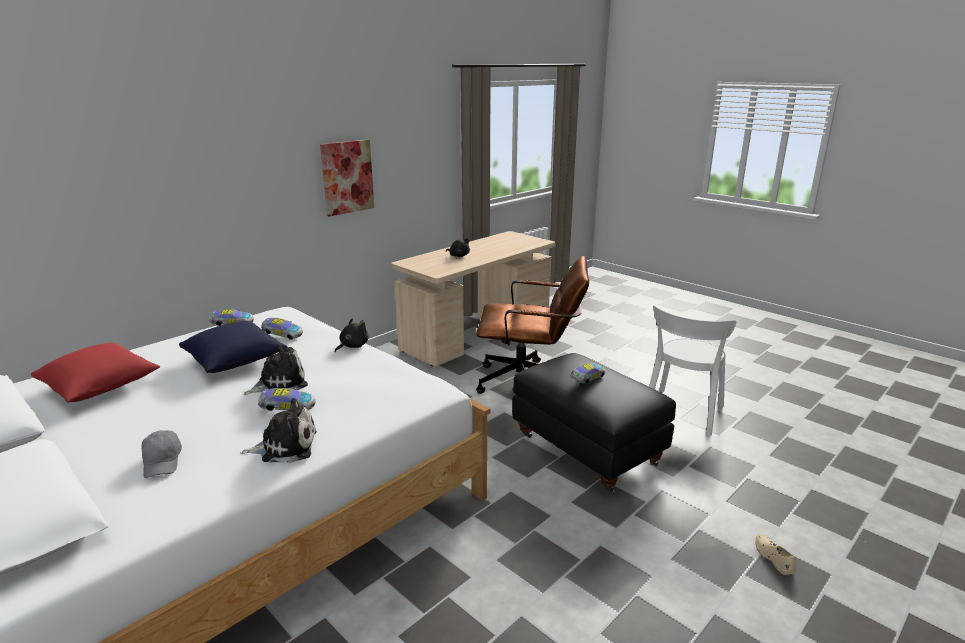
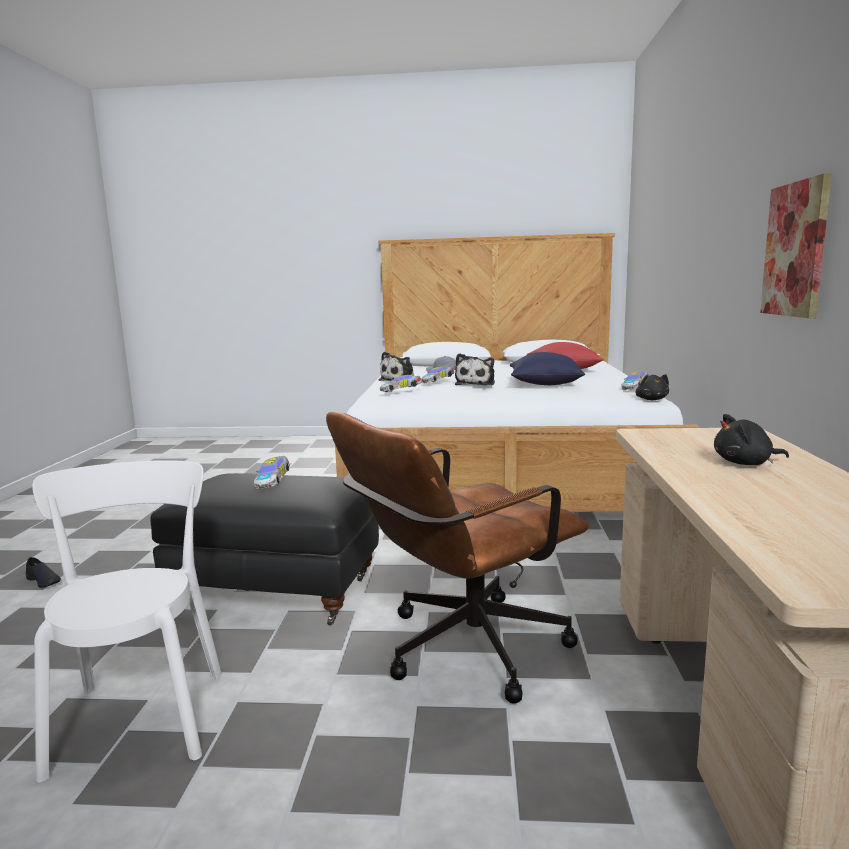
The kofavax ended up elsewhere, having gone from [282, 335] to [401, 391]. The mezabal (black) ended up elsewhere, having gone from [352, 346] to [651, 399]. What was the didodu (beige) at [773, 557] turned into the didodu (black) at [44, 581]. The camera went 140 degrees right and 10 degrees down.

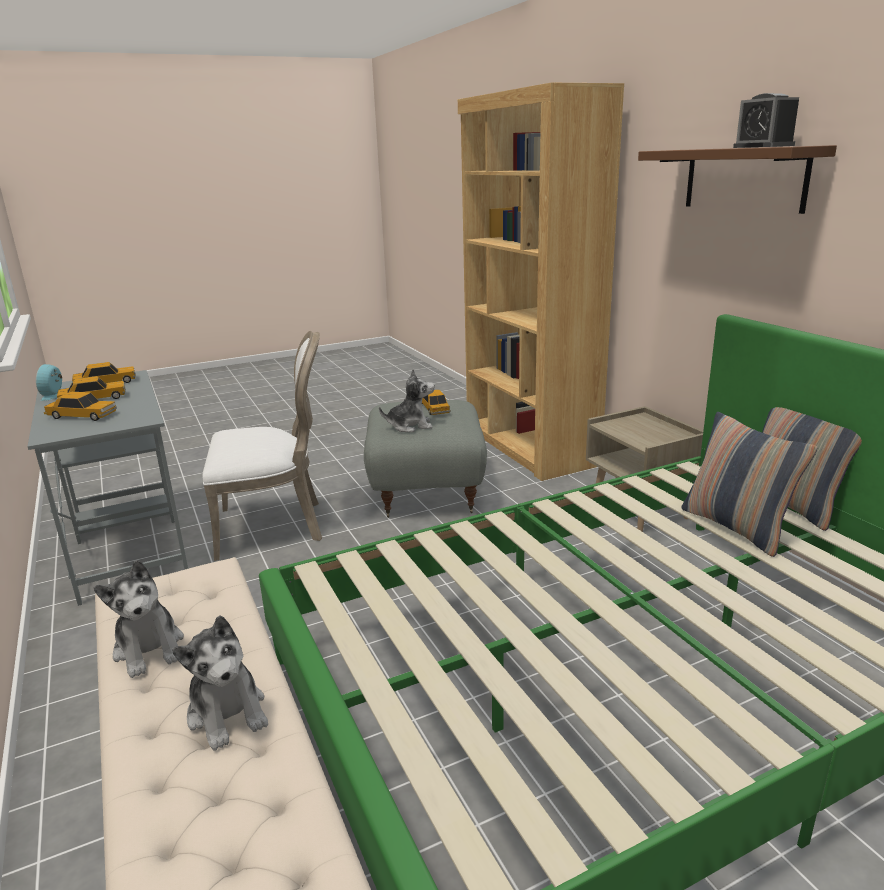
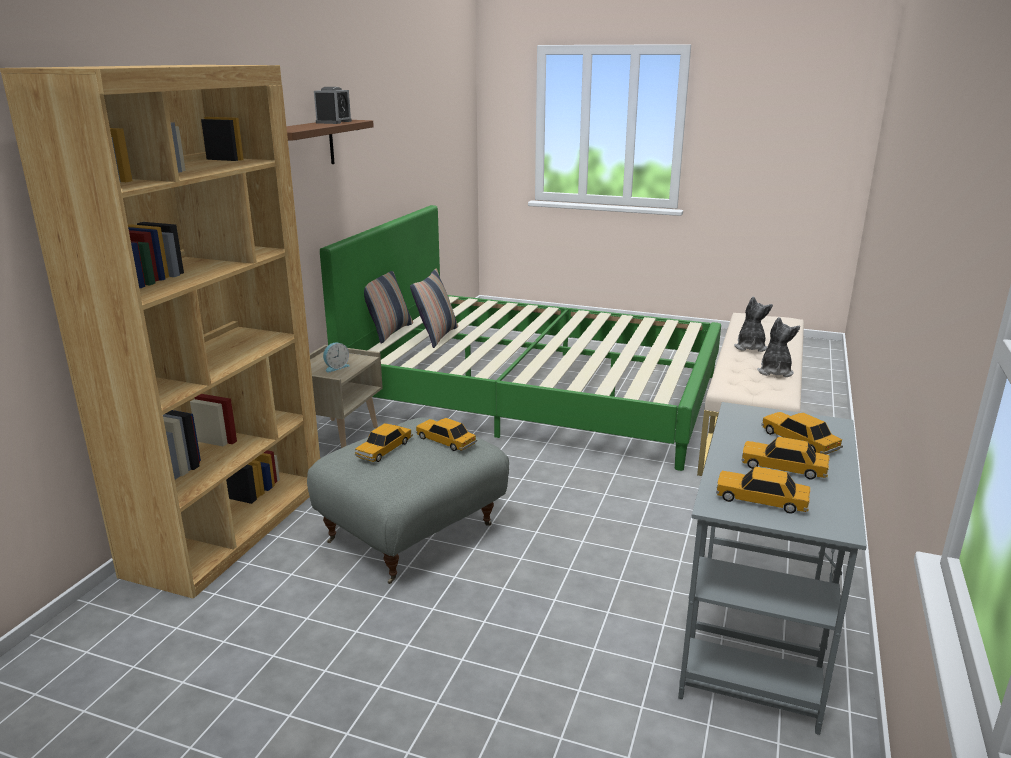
The second view lost the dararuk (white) at [275, 526]. The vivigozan ended up elsewhere, having gone from [55, 395] to [335, 367]. Where the mezabal stood at [410, 426], the kofavax came to stand at [445, 441]. The camera went 135 degrees left and 0 degrees up.

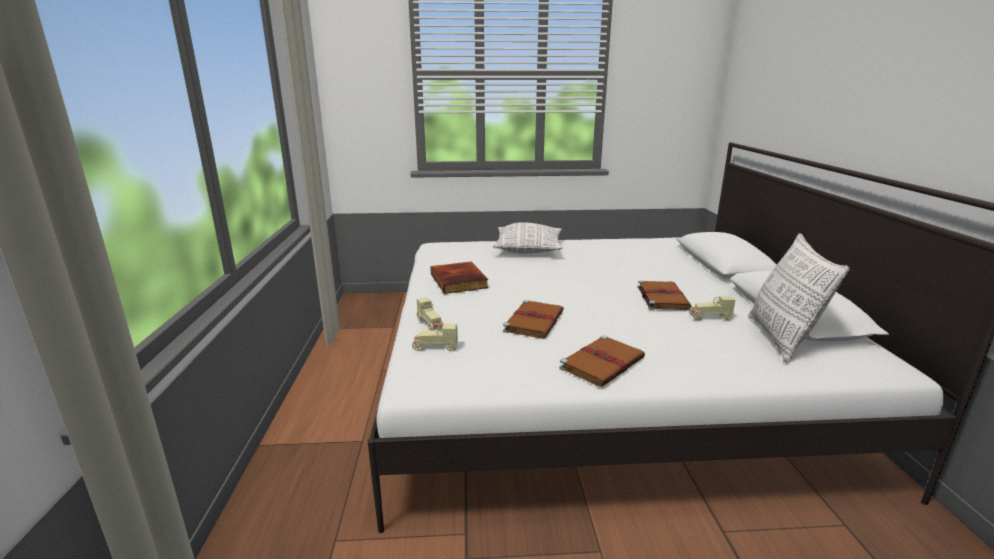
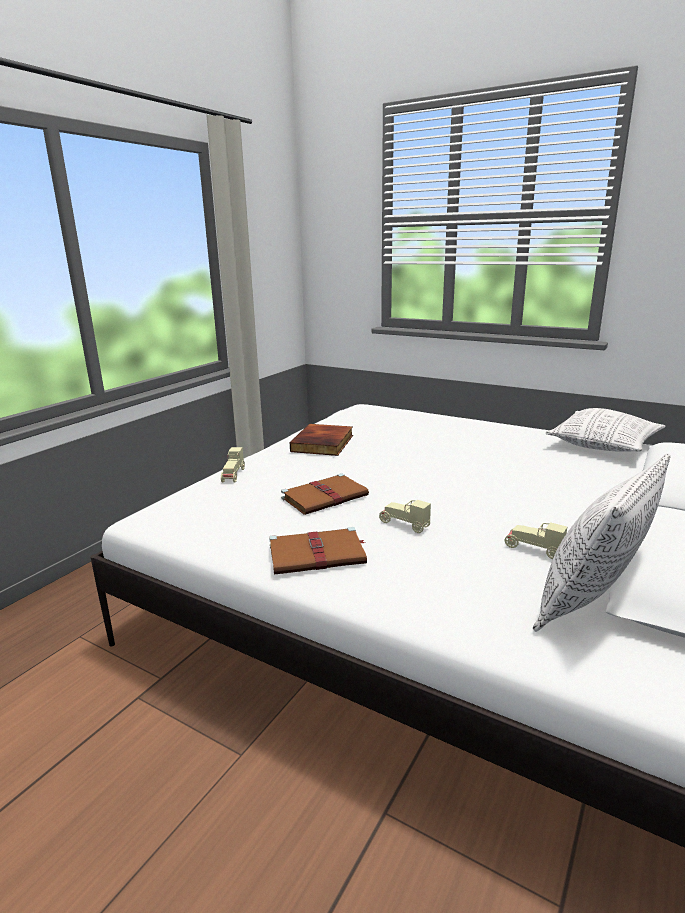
The second view lost the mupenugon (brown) at [662, 297]. The kofavax (beige) ended up elsewhere, having gone from [435, 348] to [403, 525]. The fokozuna ended up elsewhere, having gone from [528, 249] to [603, 445]. The camera went 35 degrees right and 0 degrees up.

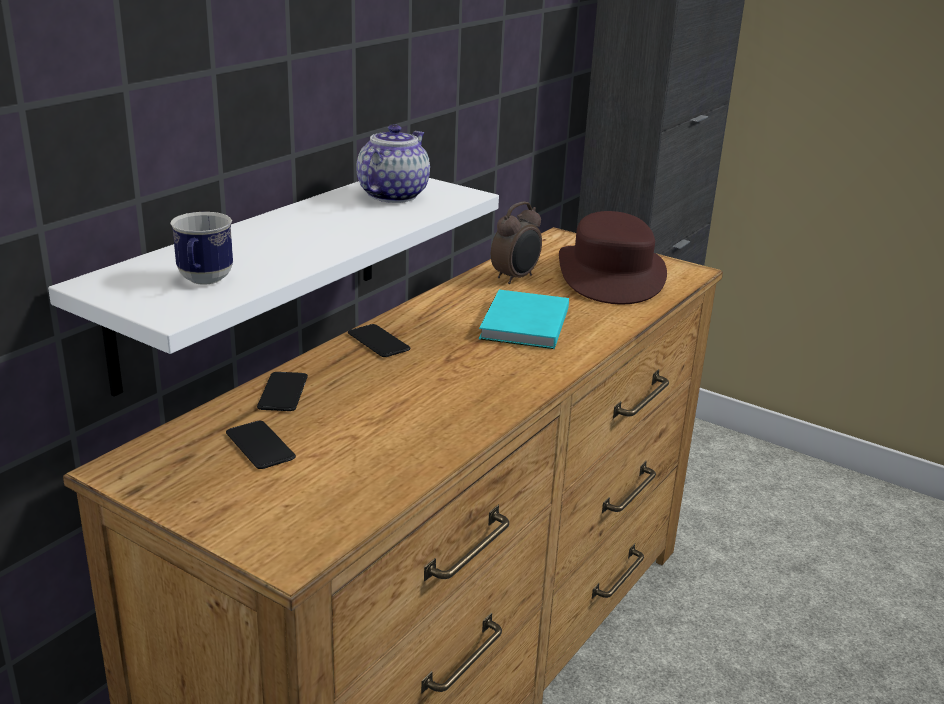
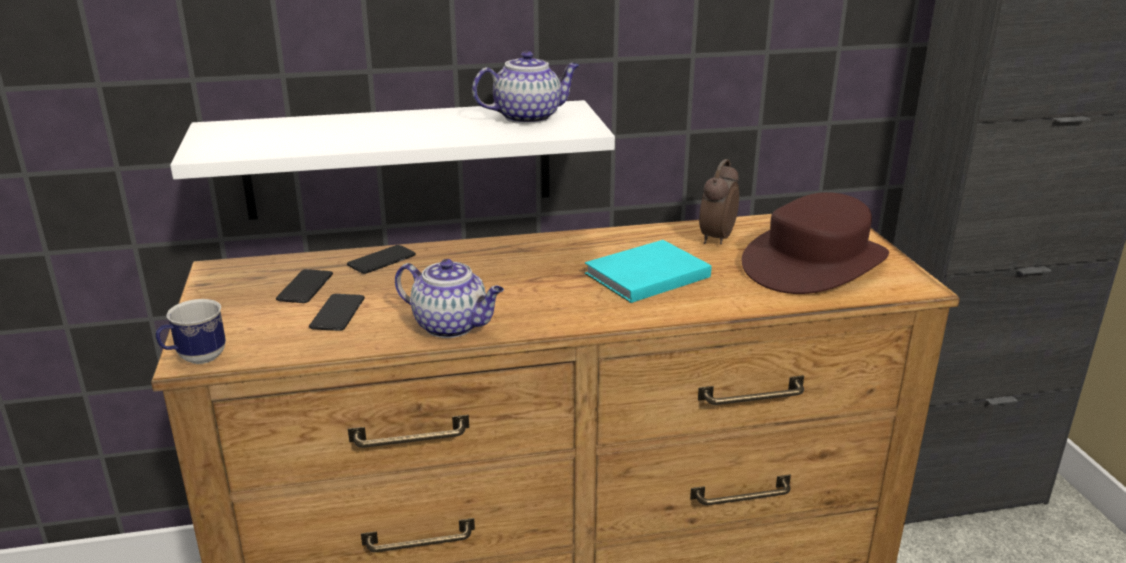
The second view gained the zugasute at [452, 326]. The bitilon ended up elsewhere, having gone from [203, 281] to [195, 359]. The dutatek ended up elsewhere, having gone from [378, 342] to [337, 313]. The vivigozan at [516, 278] ended up facing another way, 120 degrees clockwise from before. The camera went 45 degrees right and 0 degrees up.

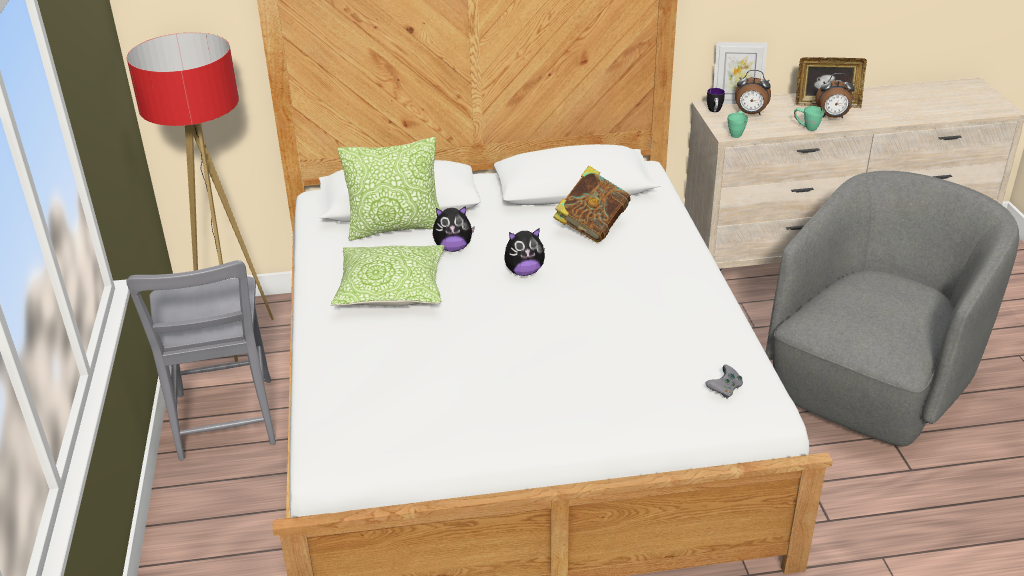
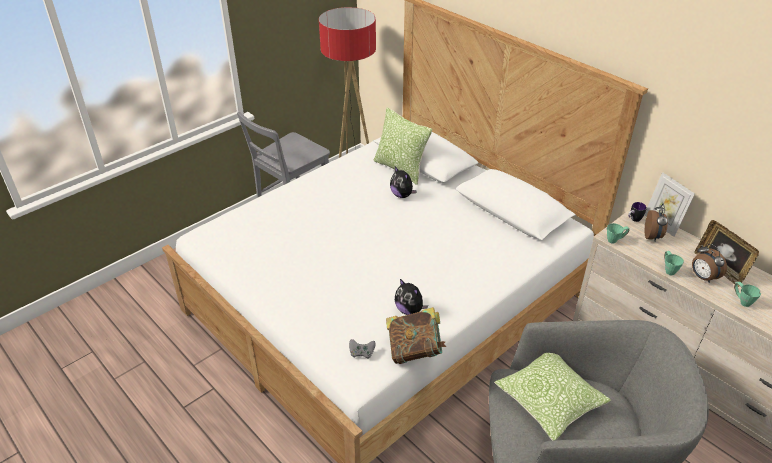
The second view gained the bitilon (green) at [741, 300]. The fokozuna ended up elsewhere, having gone from [391, 290] to [549, 401]. The mezabal ended up elsewhere, having gone from [524, 271] to [409, 310]. The mupenugon ended up elsewhere, having gone from [592, 227] to [415, 350]. The vivigozan at [750, 113] ended up facing another way, 150 degrees counterclockwise from before. The camera went 55 degrees right and 5 degrees up.

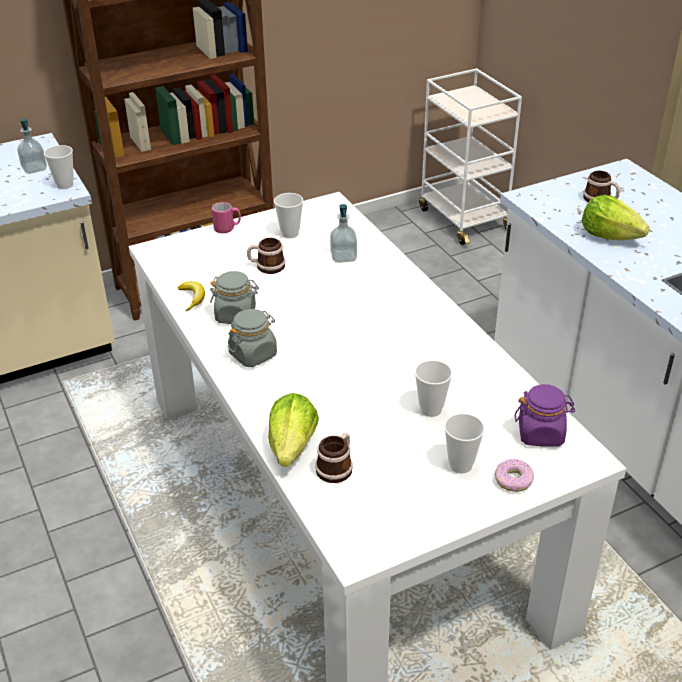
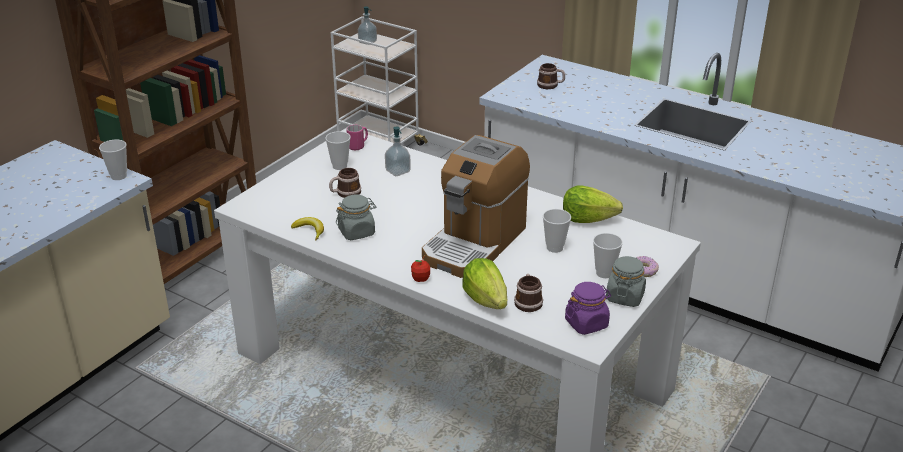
The second view gained the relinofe at [420, 279]. The second view gained the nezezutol at [474, 243]. The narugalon ended up elsewhere, having gone from [34, 168] to [367, 42]. The bitilon (pink) ended up elsewhere, having gone from [227, 228] to [358, 146]. The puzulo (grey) ended up elsewhere, having gone from [253, 354] to [625, 297]. The puzulo (purple) ended up elsewhere, having gone from [541, 433] to [586, 323]. The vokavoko ended up elsewhere, having gone from [609, 236] to [587, 219]. The camera went 30 degrees left and 5 degrees down.

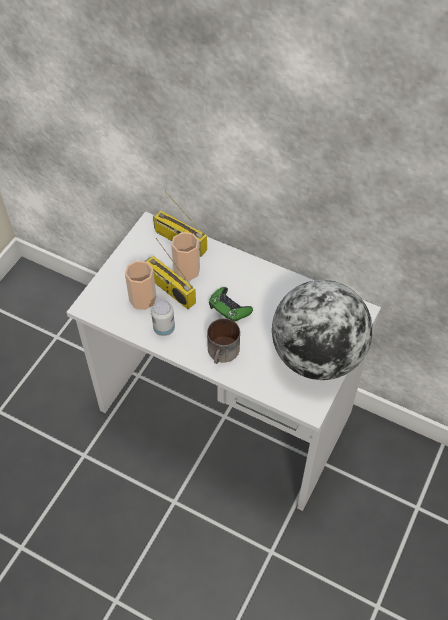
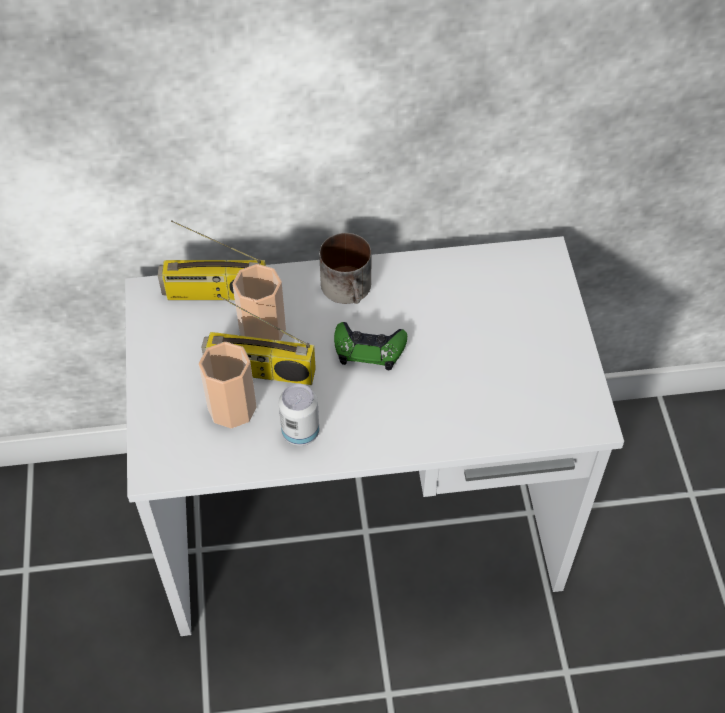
The second view lost the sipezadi at [316, 356]. The bitilon ended up elsewhere, having gone from [223, 353] to [350, 289]. The camera went 35 degrees left and 0 degrees up.

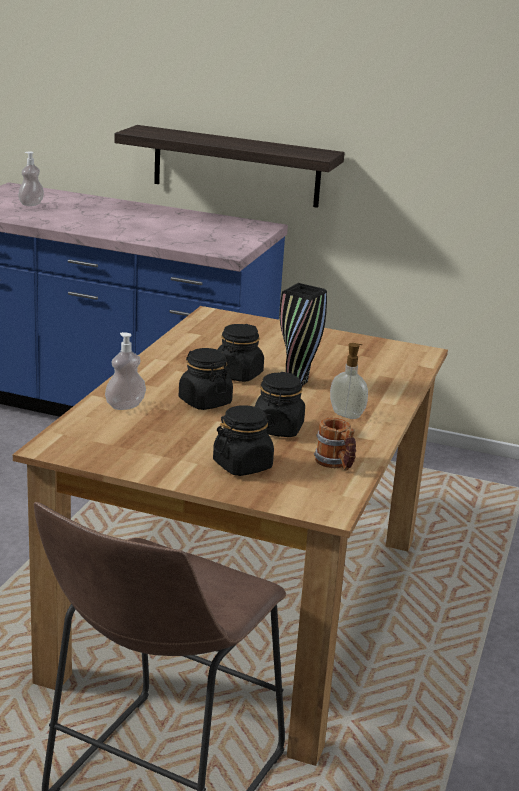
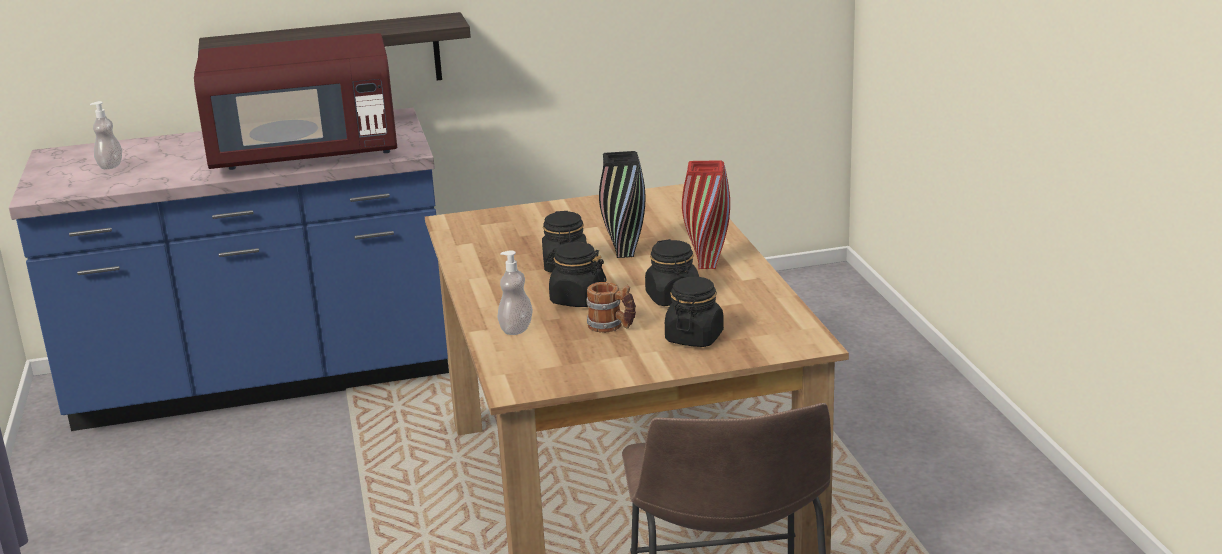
The second view gained the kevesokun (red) at [305, 155]. The bitilon ended up elsewhere, having gone from [336, 464] to [611, 326]. Where the narugalon stood at [347, 414], the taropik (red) came to stand at [707, 265]. The camera went 30 degrees left and 0 degrees up.

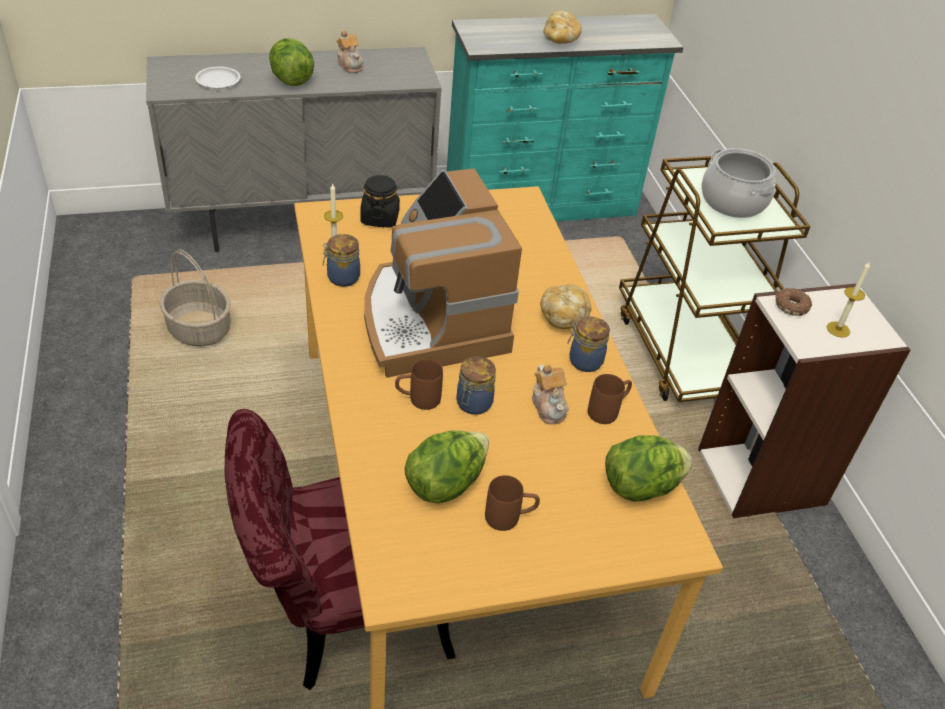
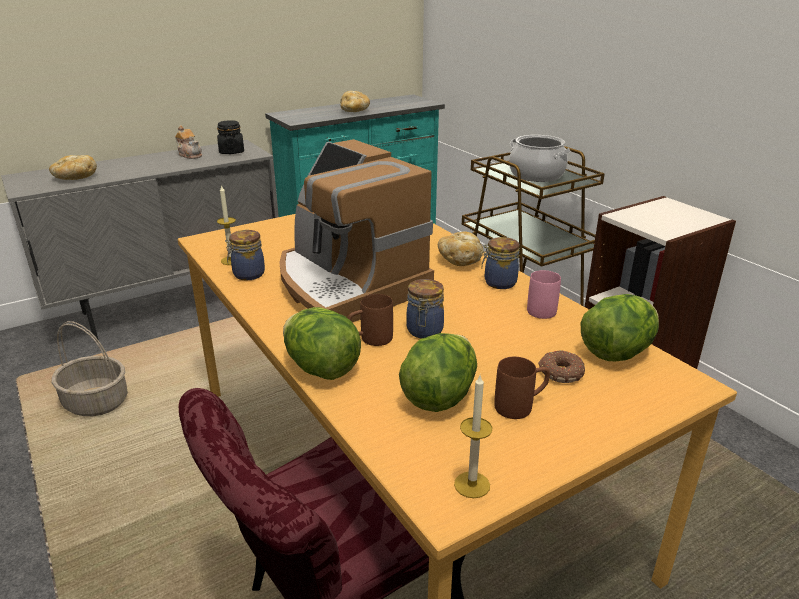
The second view lost the zugasute at [549, 406]. The vokavoko ended up elsewhere, having gone from [291, 79] to [321, 368]. The puzulo (black) ended up elsewhere, having gone from [380, 218] to [231, 151]. The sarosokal ended up elsewhere, having gone from [790, 306] to [560, 372]. The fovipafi ended up elsewhere, having gone from [838, 329] to [472, 485]. Where the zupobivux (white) stood at [218, 81], the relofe came to stand at [75, 178]. What was the bitilon (brown) at [608, 410] turned into the bitilon (pink) at [545, 309]. The camera went 15 degrees left and 15 degrees down.

